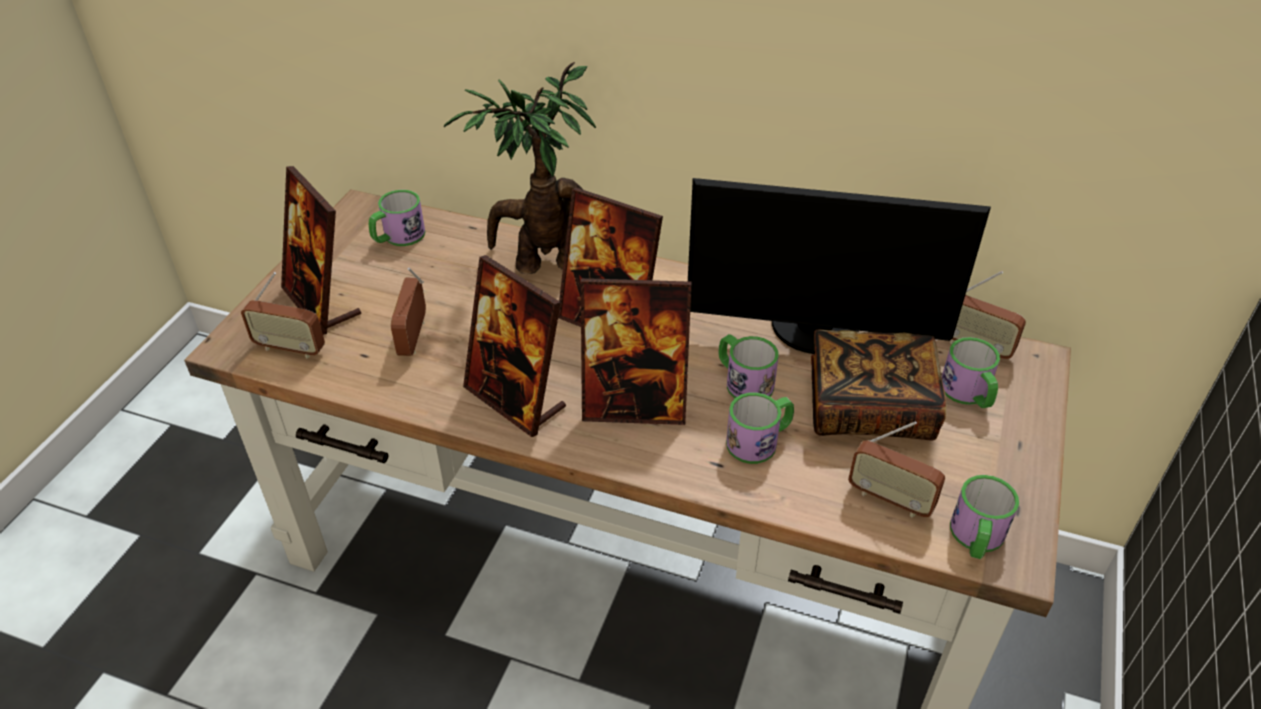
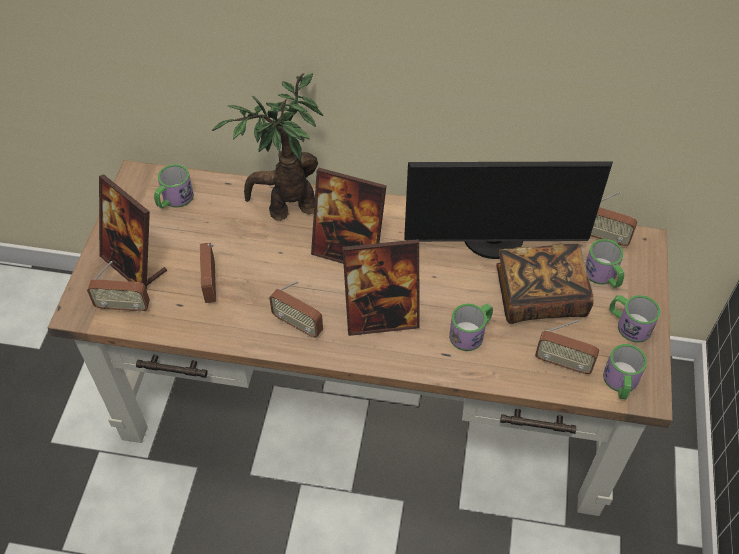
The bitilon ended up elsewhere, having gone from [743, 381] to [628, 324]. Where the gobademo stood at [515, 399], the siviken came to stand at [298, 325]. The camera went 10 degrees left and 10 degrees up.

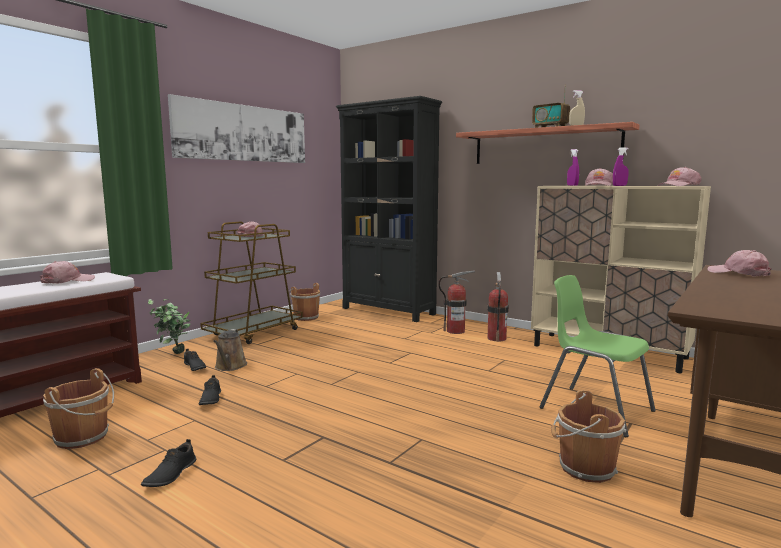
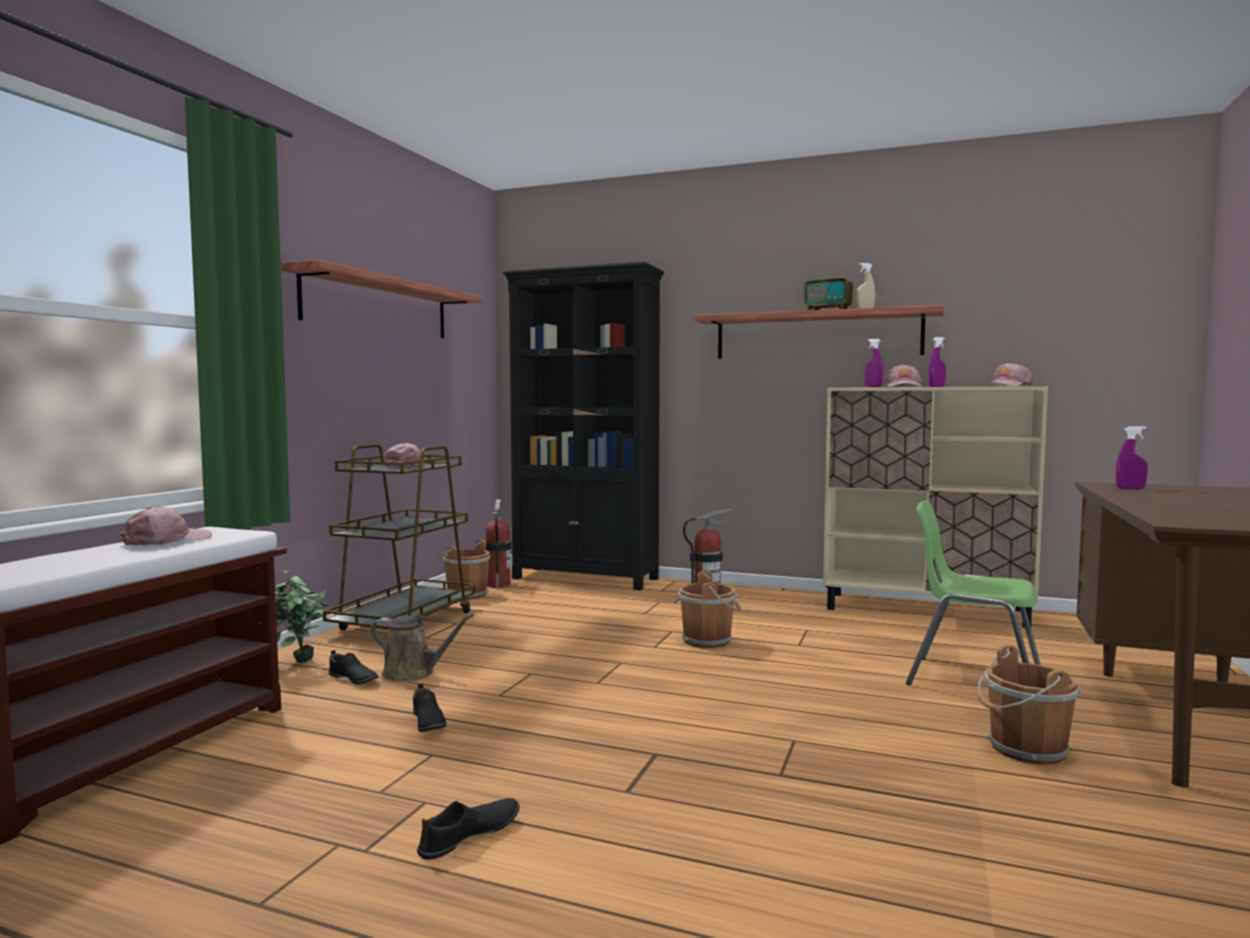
The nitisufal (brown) ended up elsewhere, having gone from [84, 437] to [709, 640]. The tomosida ended up elsewhere, having gone from [496, 338] to [498, 585]. Where the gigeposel hung at [244, 133], the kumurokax came to hang at [379, 306]. Where the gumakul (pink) stood at [738, 273], the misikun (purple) came to stand at [1130, 488]. The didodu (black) at [170, 474] ended up facing another way, 135 degrees counterclockwise from before. The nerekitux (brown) at [230, 366] ended up facing another way, 60 degrees counterclockwise from before. The camera went 15 degrees left and 5 degrees down.

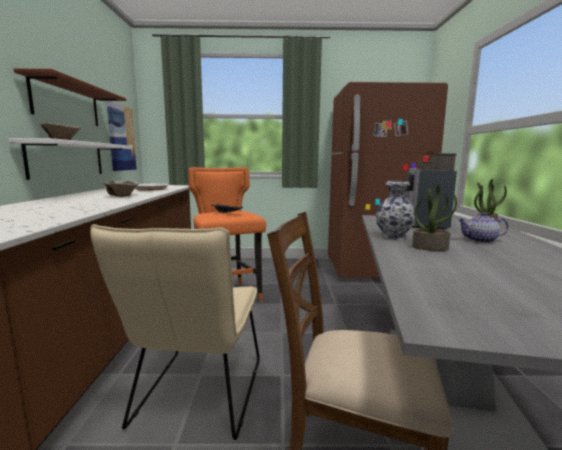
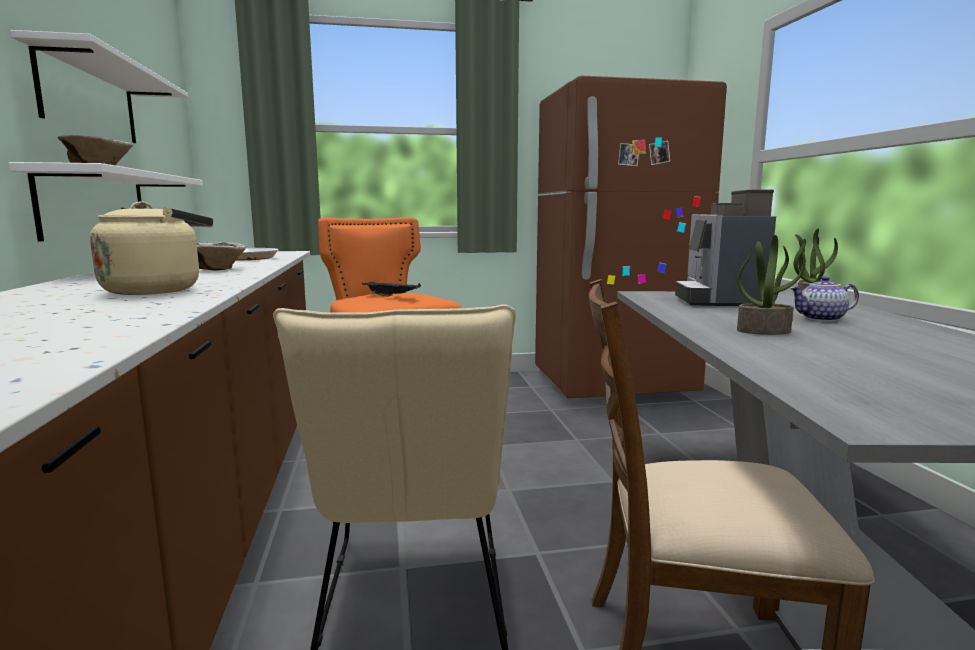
The second view lost the gigeposel at [121, 138]. The second view lost the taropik at [394, 236]. The second view gained the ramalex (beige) at [157, 290]. What was the kumurokax (brown) at [67, 103] turned into the kumurokax (white) at [90, 99]. The camera went 10 degrees left and 0 degrees up.

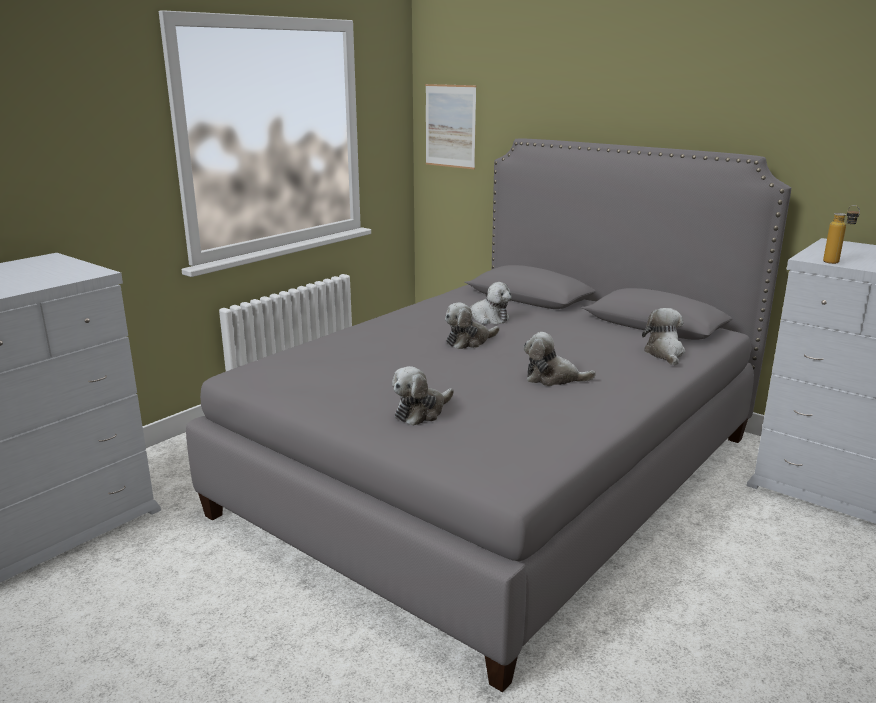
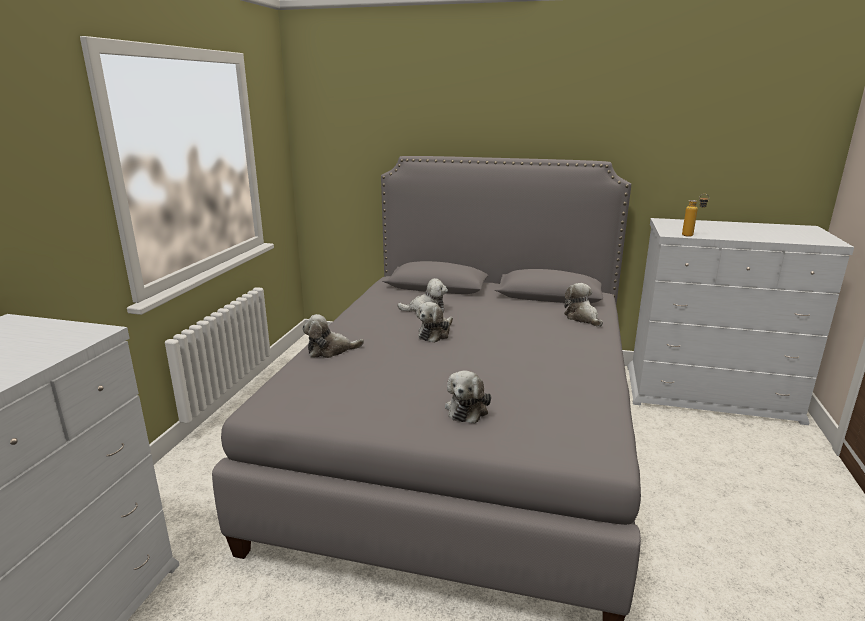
The second view lost the gigeposel at [450, 126]. The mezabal ended up elsewhere, having gone from [553, 378] to [330, 350]. The camera went 25 degrees left and 0 degrees up.

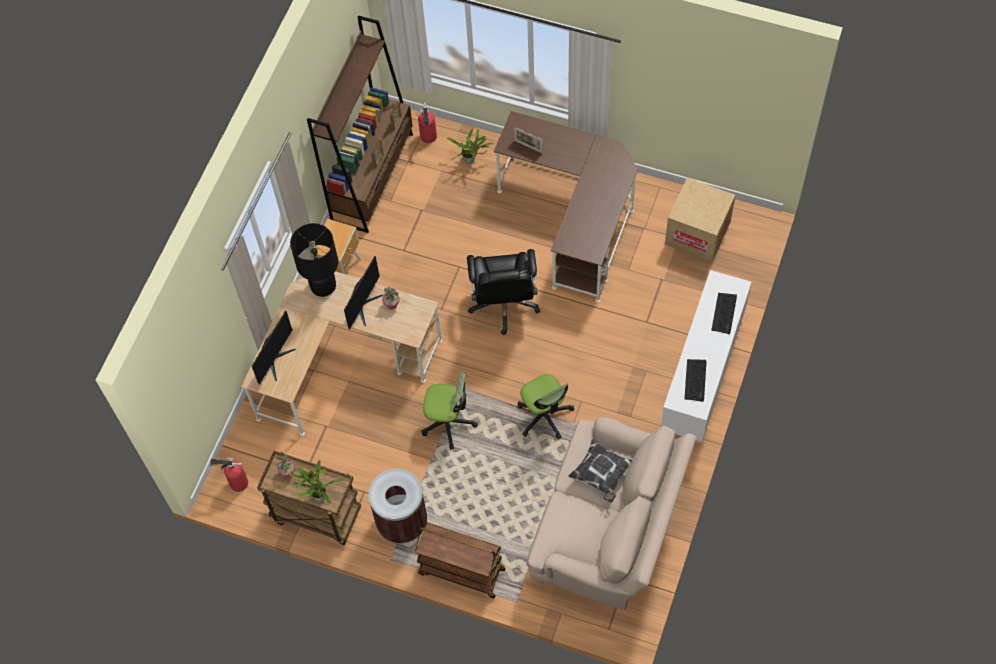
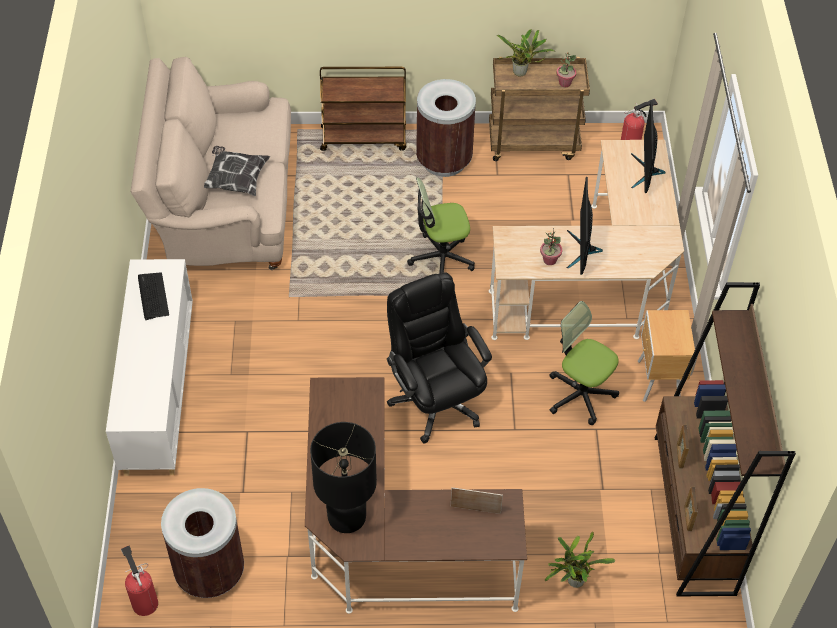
The second view lost the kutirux at [724, 313]. The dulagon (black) ended up elsewhere, having gone from [323, 285] to [346, 517]. The tomosida ended up elsewhere, having gone from [428, 138] to [144, 601]. The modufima ended up elsewhere, having gone from [544, 416] to [580, 394]. Where the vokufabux stood at [697, 233], the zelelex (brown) came to stand at [210, 572]. The camera went 155 degrees right and 10 degrees down.

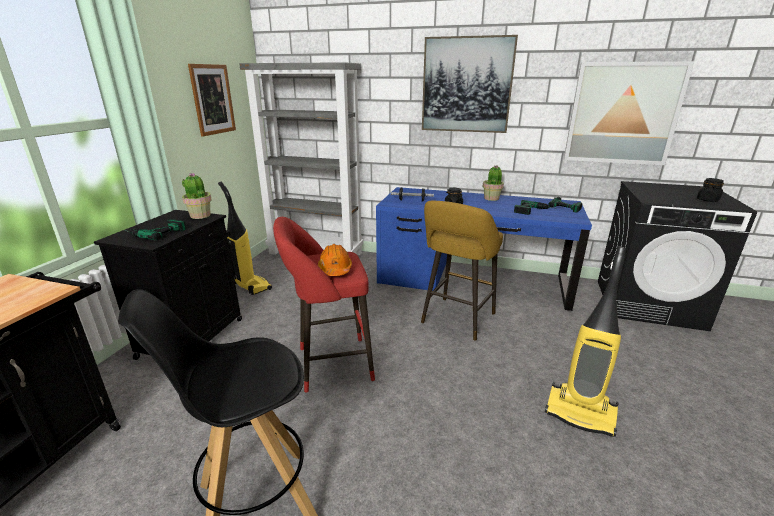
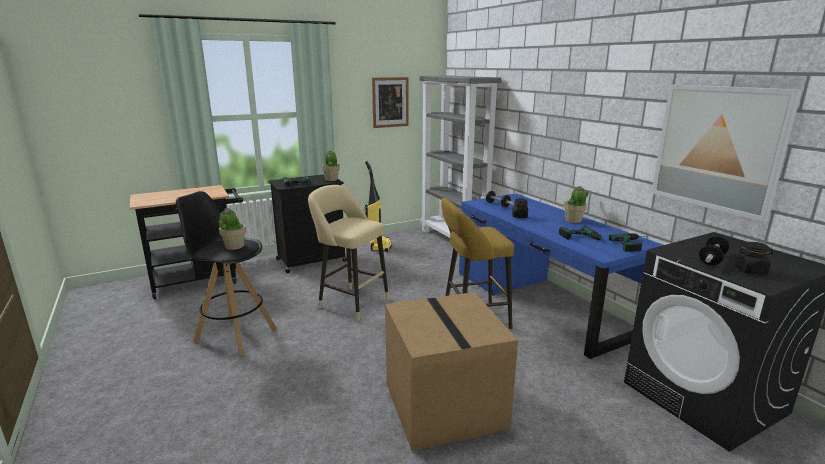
The second view lost the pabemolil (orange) at [335, 269]. The second view lost the gigeposel at [466, 85]. The second view gained the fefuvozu at [234, 246]. The second view gained the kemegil at [712, 259]. Where the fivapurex stood at [581, 413], the vokufabux came to stand at [446, 406]. What was the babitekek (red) at [330, 364] turned into the babitekek (beige) at [350, 302]. The camera went 45 degrees right and 5 degrees down.

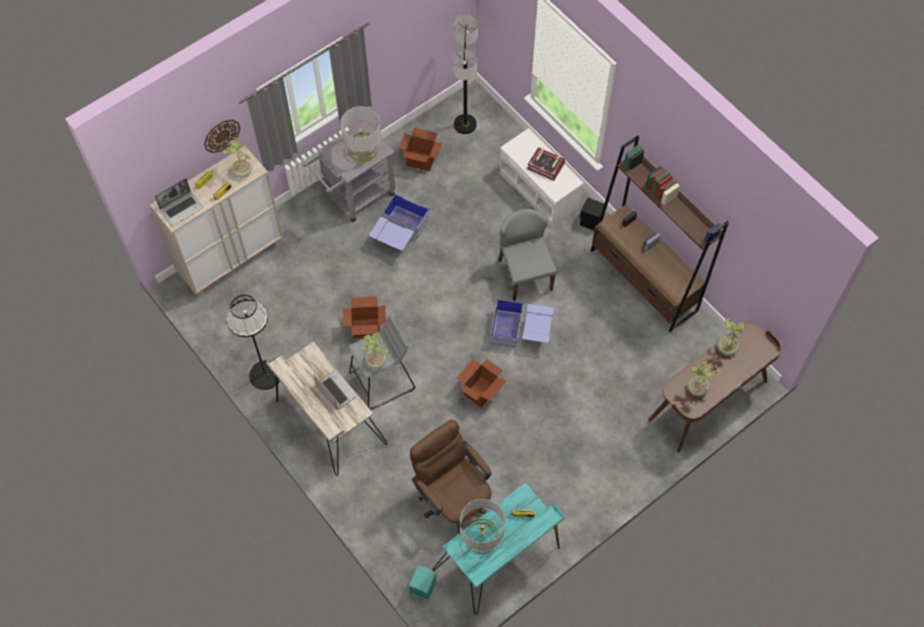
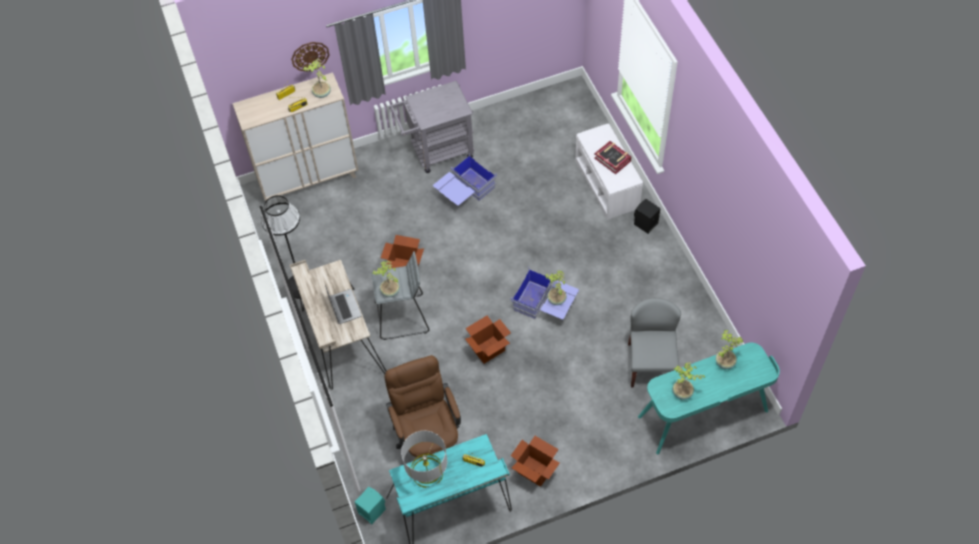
The second view lost the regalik at [182, 208]. The second view lost the dulagon (grey) at [363, 150]. The second view lost the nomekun at [465, 124]. The second view lost the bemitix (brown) at [644, 280]. The second view gained the fefuvozu at [556, 299]. The vokufabux ended up elsewhere, having gone from [421, 160] to [535, 471]. The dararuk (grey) ended up elsewhere, having gone from [525, 274] to [650, 364]. What was the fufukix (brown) at [709, 401] turned into the fufukix (turquoise) at [703, 415]. The camera went 20 degrees right and 5 degrees down.

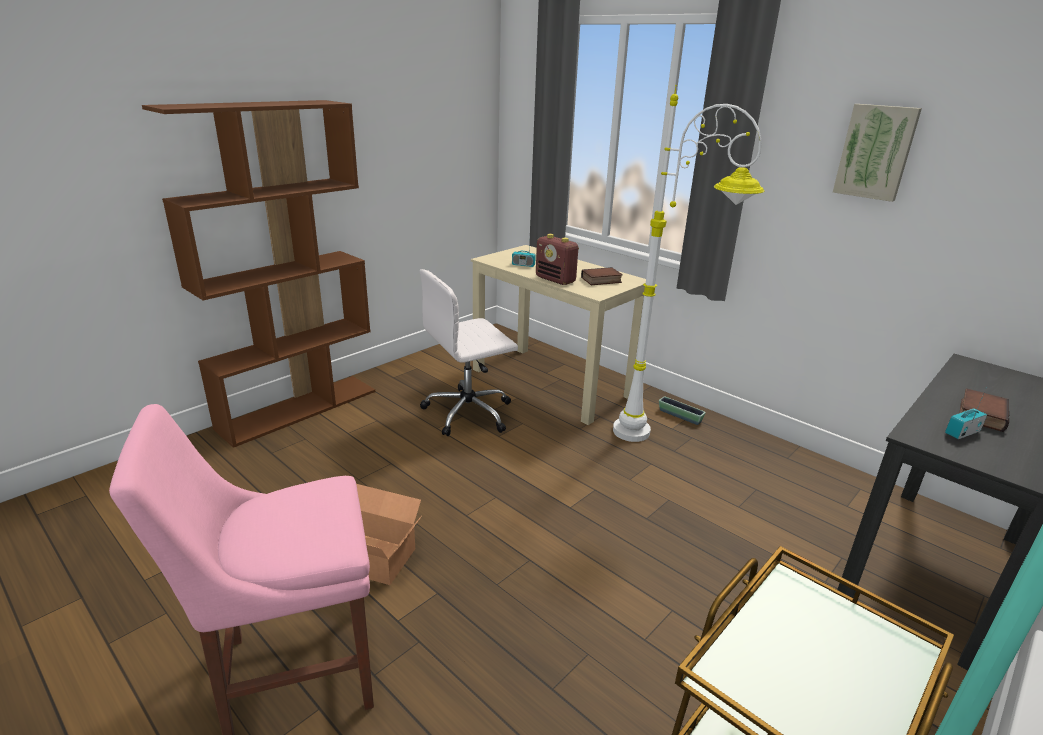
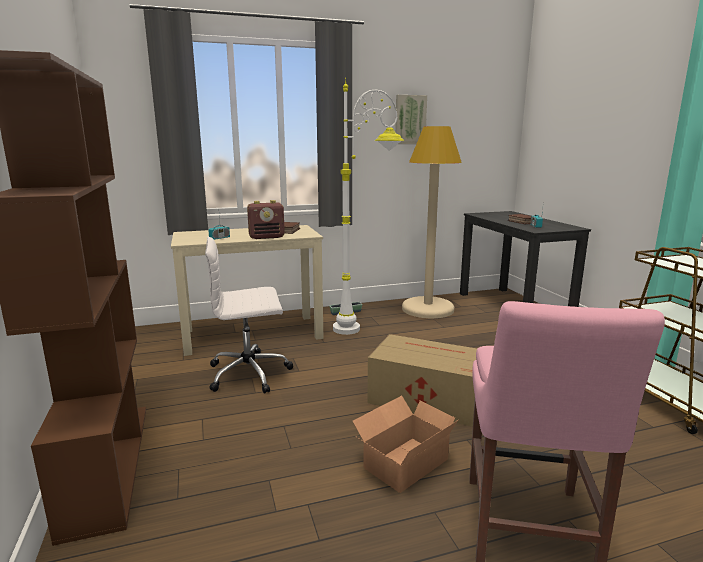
The second view gained the vokufabux at [426, 398]. The second view gained the nomekun (beige) at [427, 309]. The modufima (white) at [469, 412] ended up facing another way, 75 degrees clockwise from before. The camera went 60 degrees left and 10 degrees down.

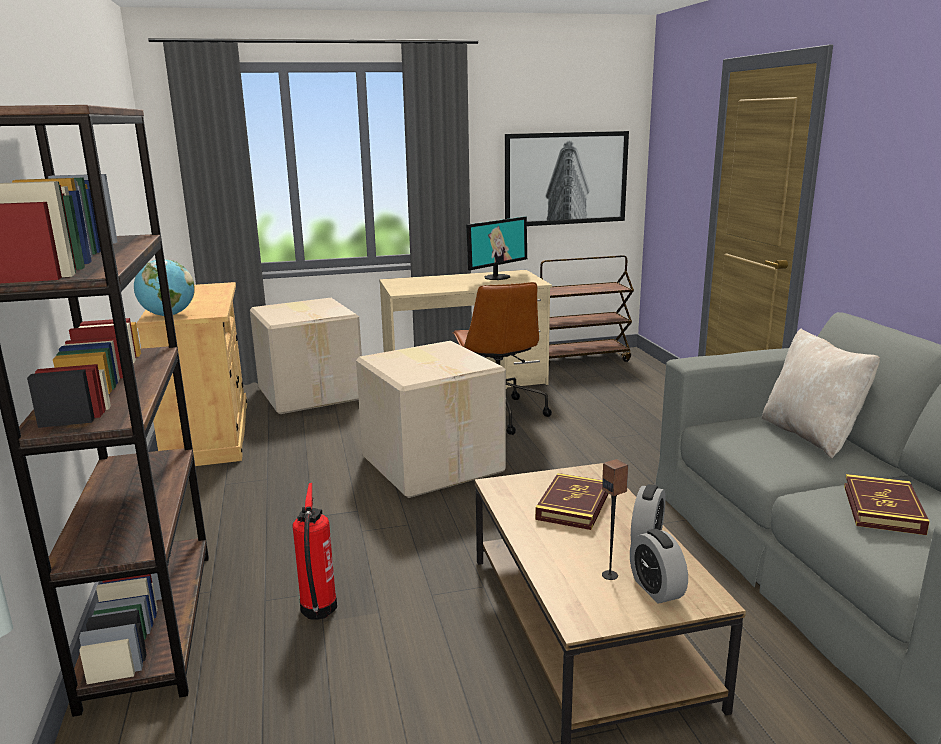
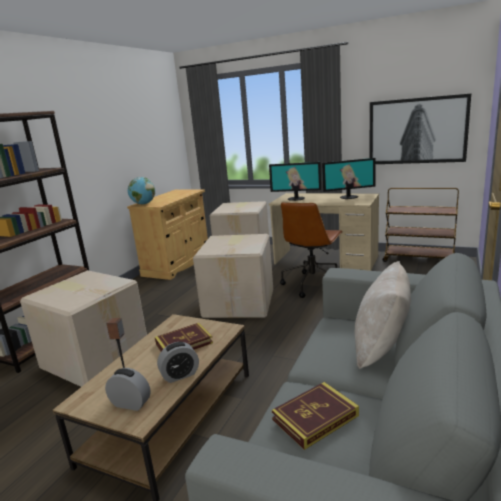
The second view gained the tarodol at [296, 198]. Where the tomosida stood at [317, 610], the vokufabux came to stand at [96, 357]. The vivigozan at [656, 589] ended up facing another way, 90 degrees clockwise from before. The camera went 40 degrees right and 0 degrees up.

